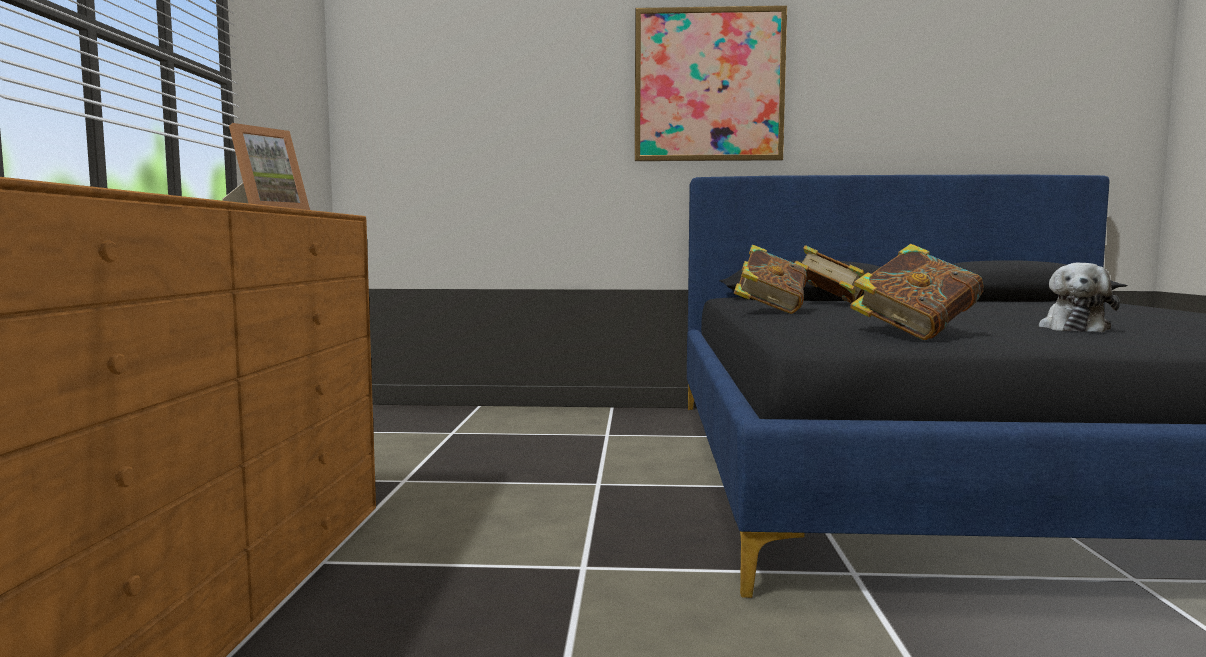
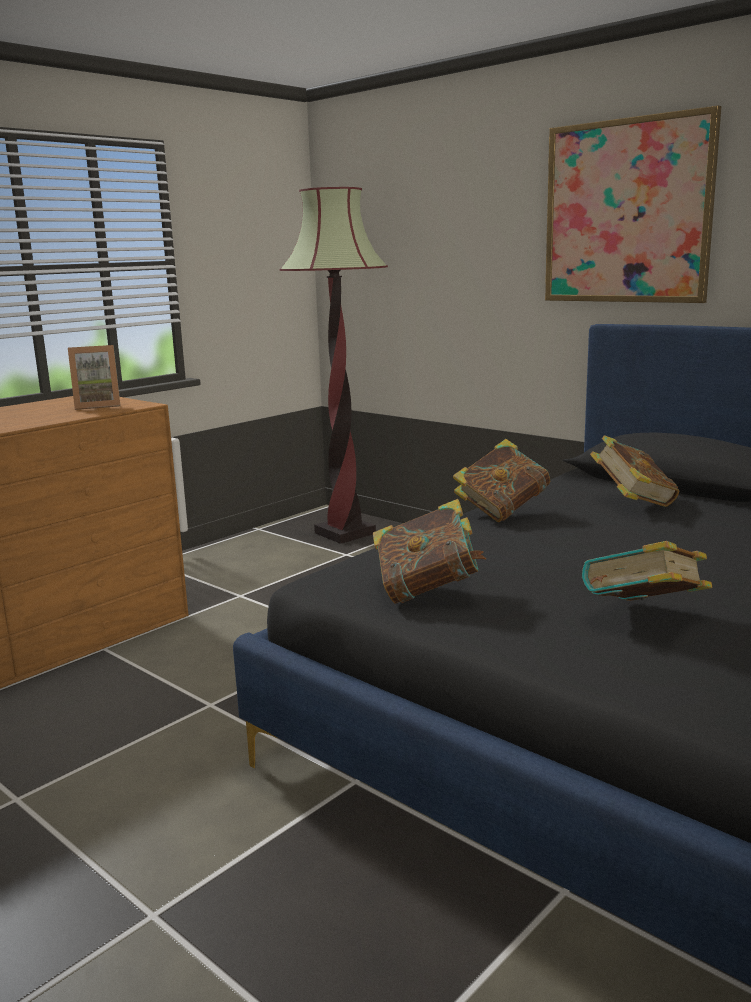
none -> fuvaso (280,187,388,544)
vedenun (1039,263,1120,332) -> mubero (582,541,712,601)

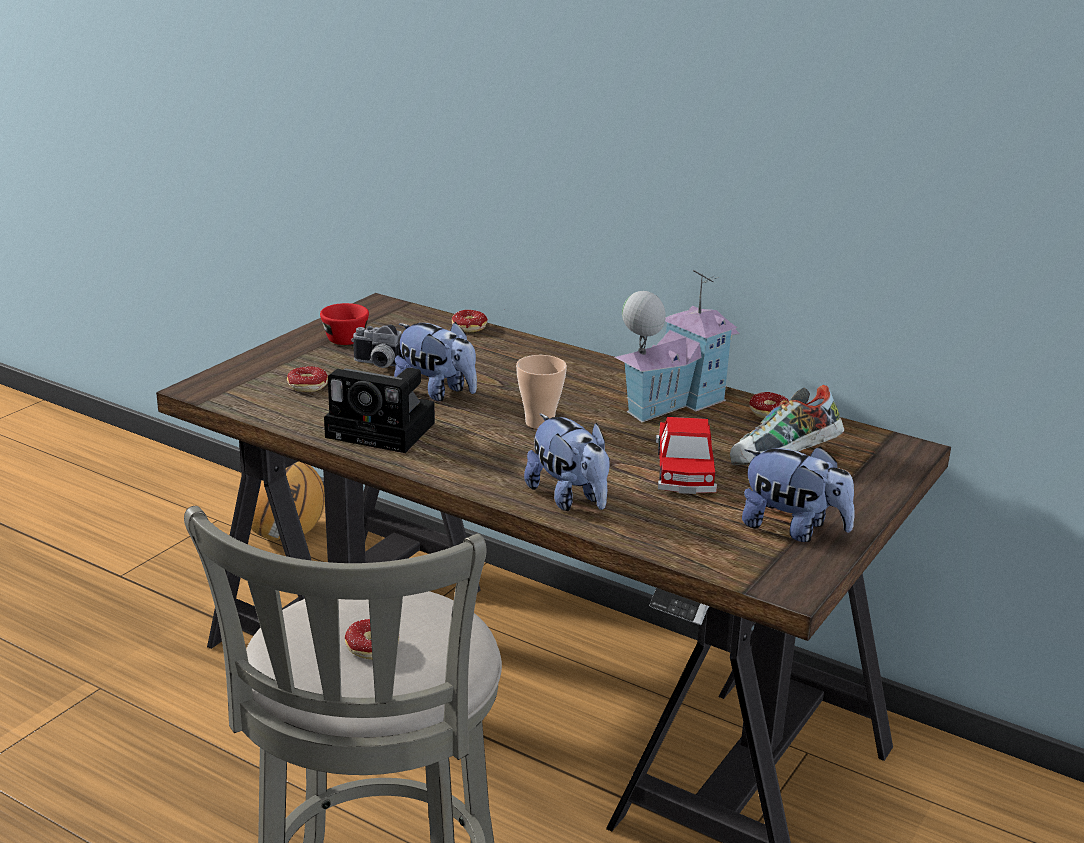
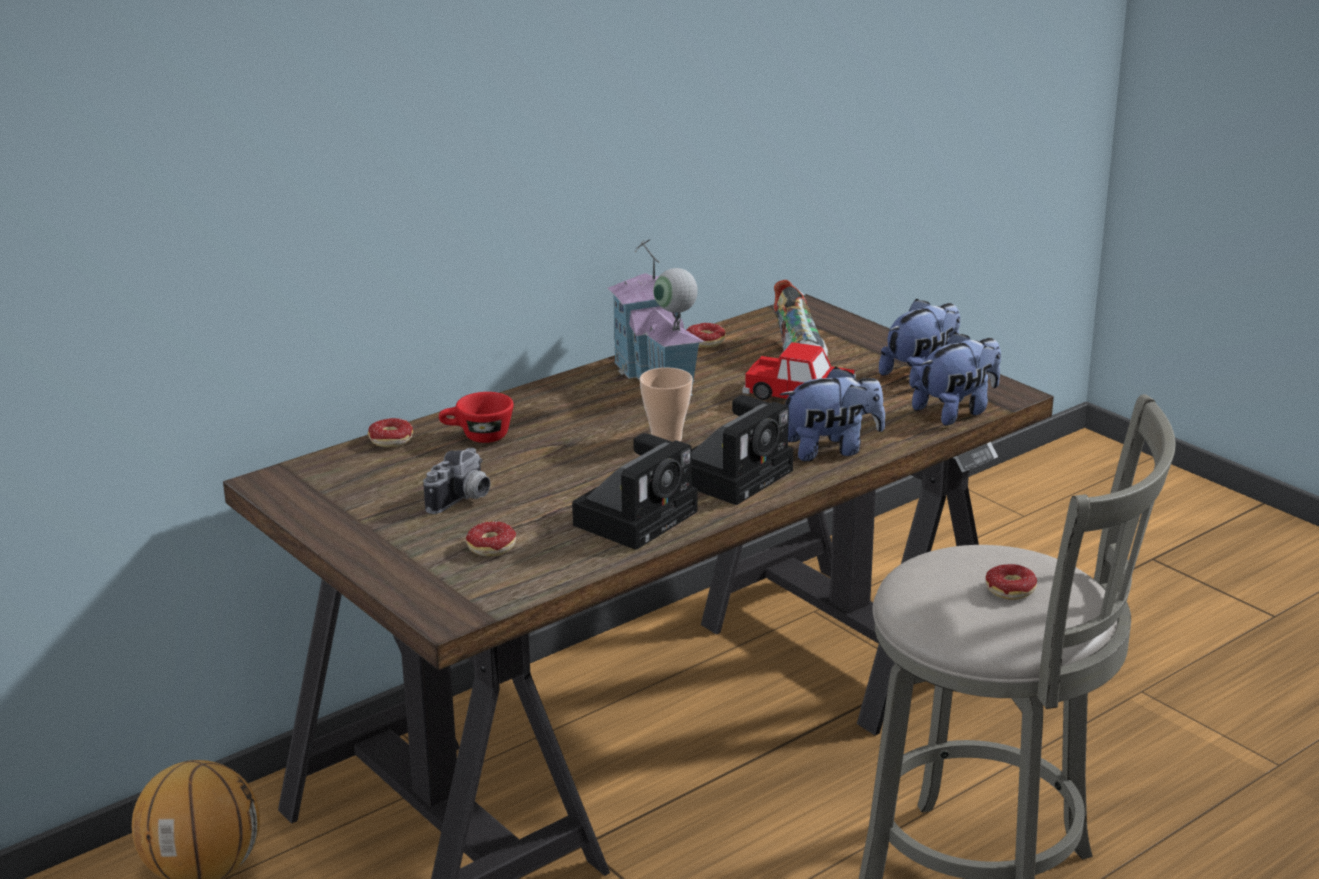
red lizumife (320,303,369,345) -> red lizumife (439,392,514,443), move
none -> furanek (692,395,793,505)
vedenun (394,322,477,401) -> vedenun (912,332,1001,426), move

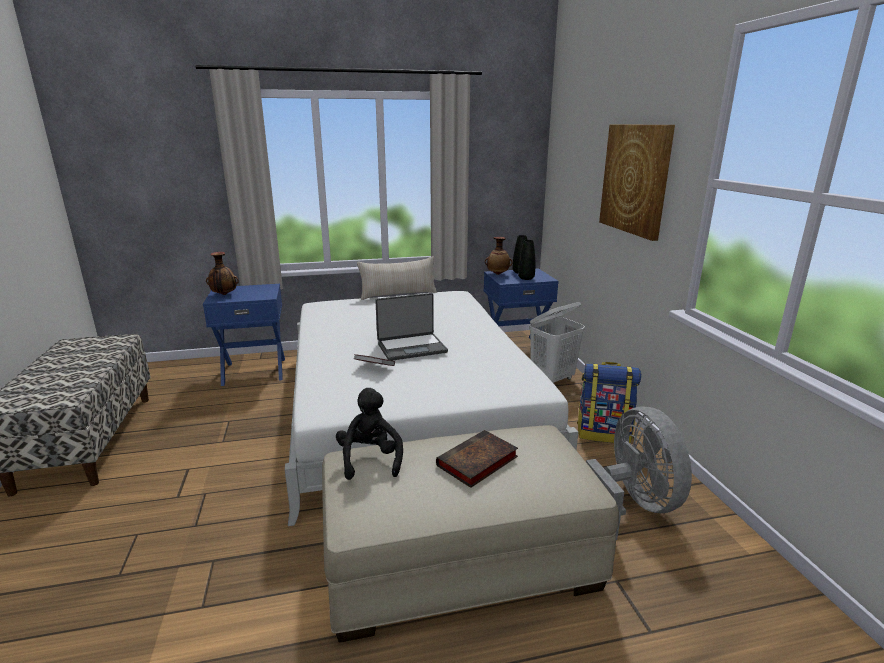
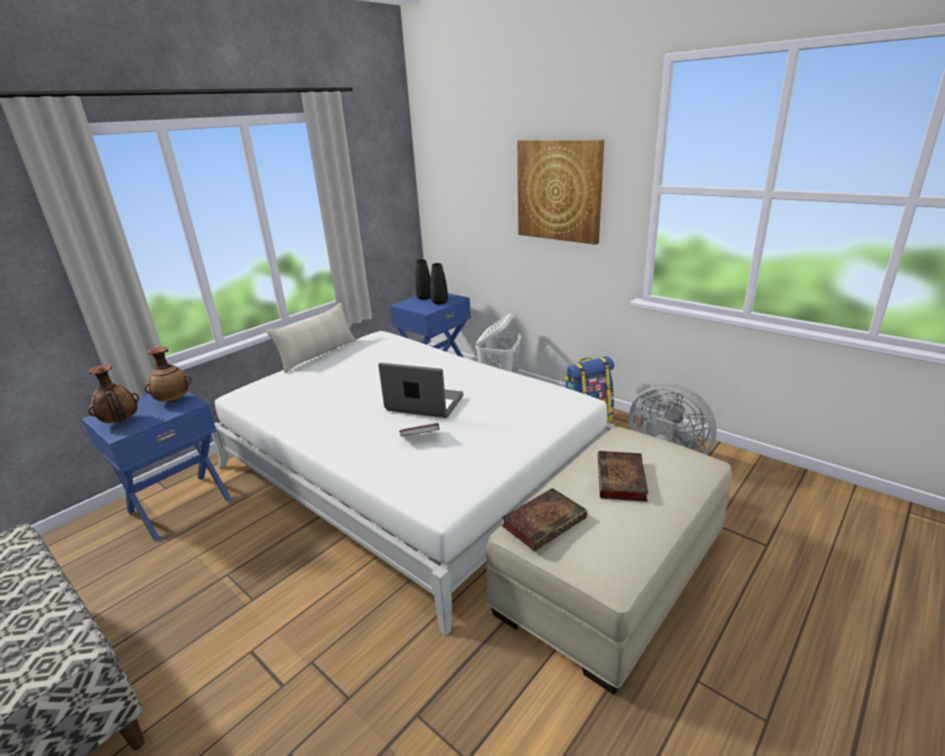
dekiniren (485,237,513,275) -> dekiniren (144,347,192,402), move
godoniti (375,293,448,361) -> godoniti (378,363,463,418), 105 degrees counterclockwise
black vedenun (336,388,403,480) -> mubero (501,488,587,551)

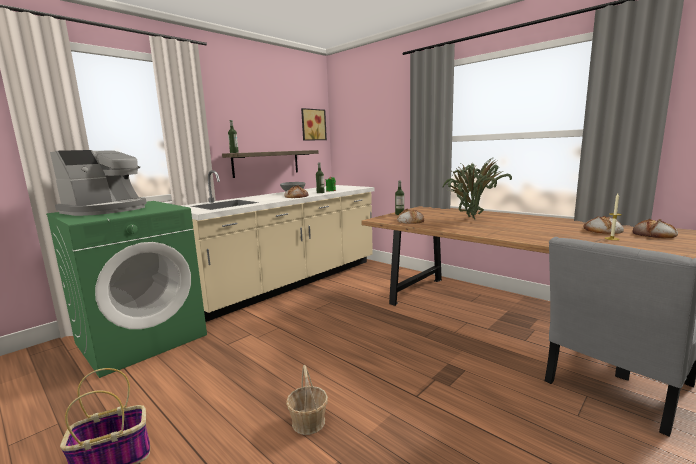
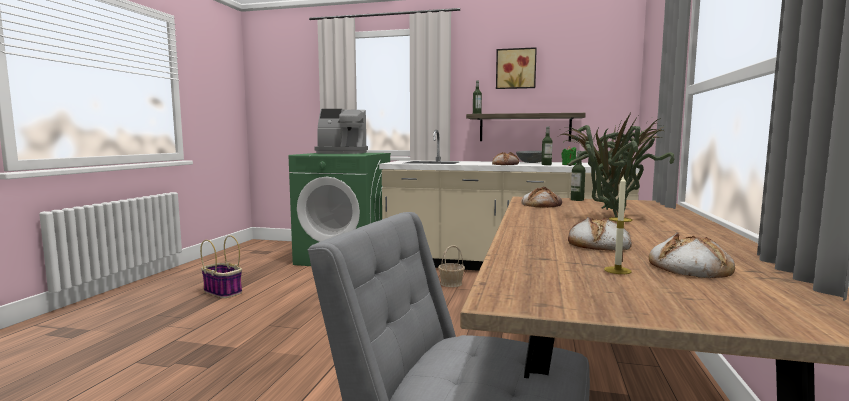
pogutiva (286,365,328,435) -> pogutiva (438,245,465,287), move
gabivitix (301,108,327,141) -> gabivitix (496,47,537,89), move
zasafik (633,219,678,238) -> zasafik (568,217,632,251), move

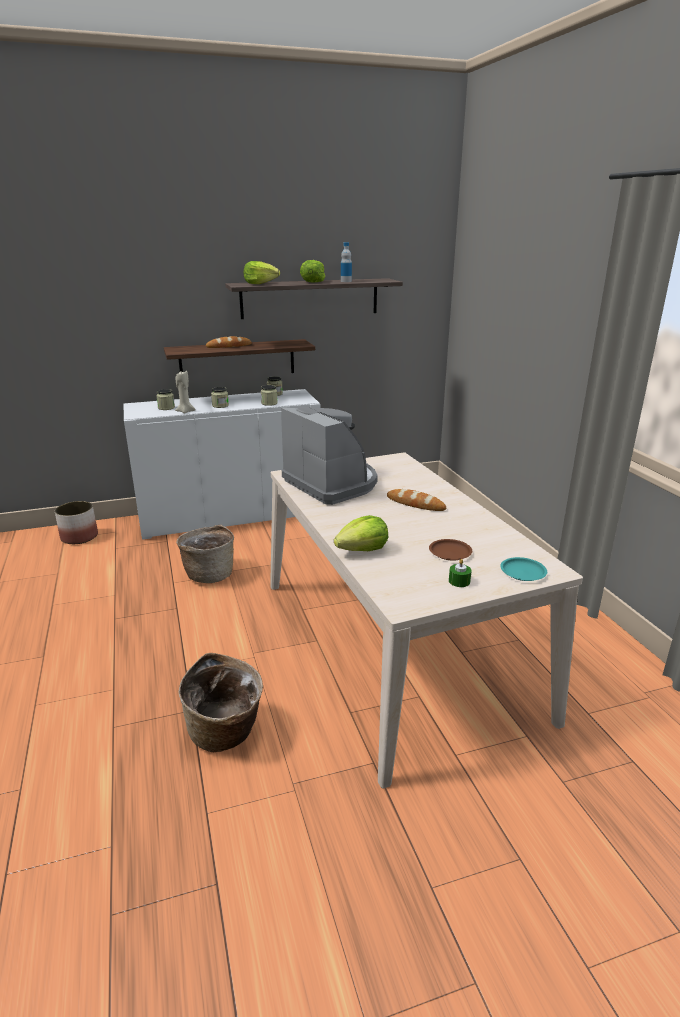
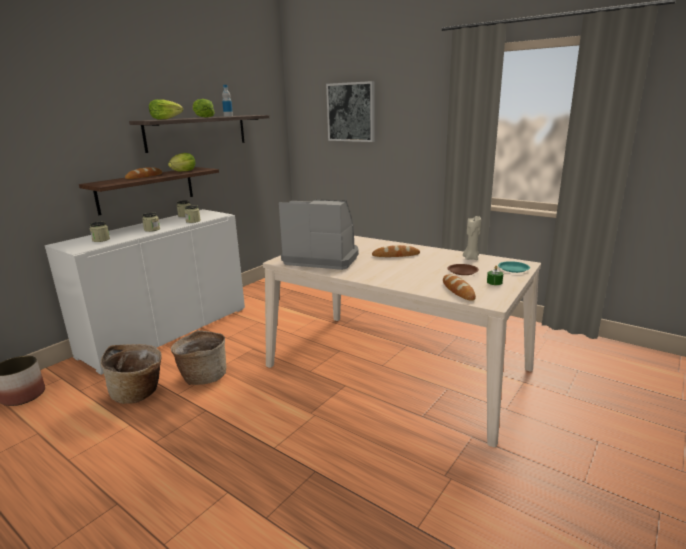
pogutiva (178,653,263,752) -> pogutiva (100,344,162,404), move
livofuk (334,515,388,551) -> livofuk (168,153,196,172), move
none -> gabivitix (326,81,375,142)
none -> zasafik (443,274,476,301)
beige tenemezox (175,371,196,414) -> beige tenemezox (463,216,481,260), move

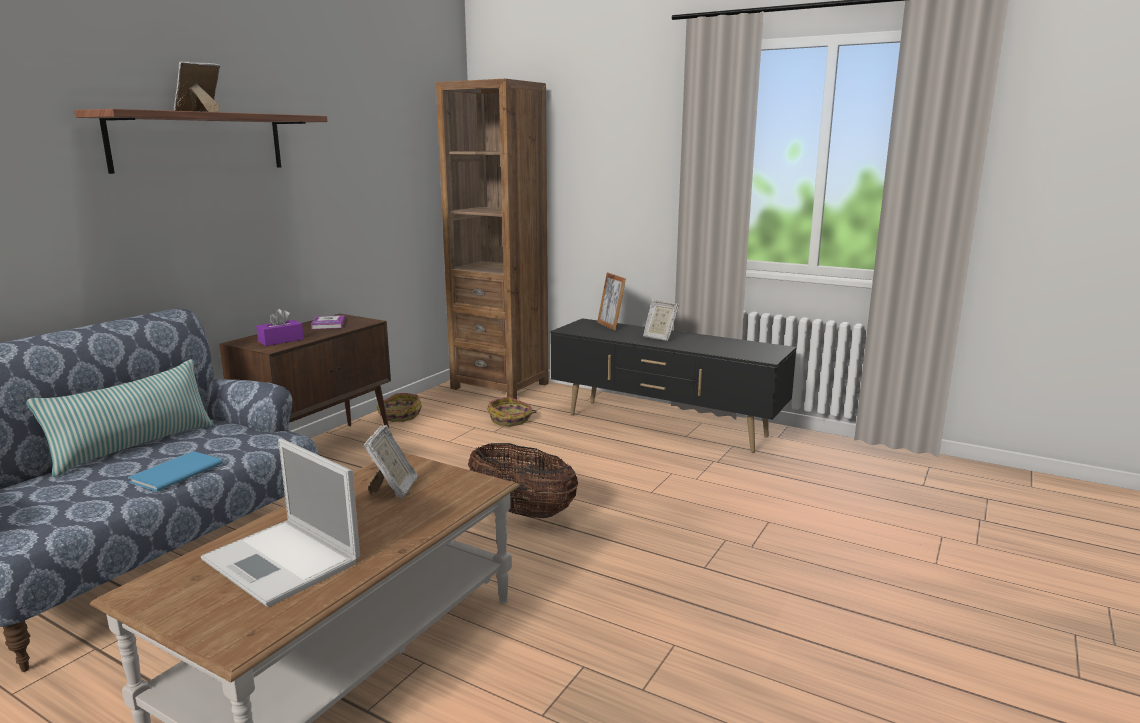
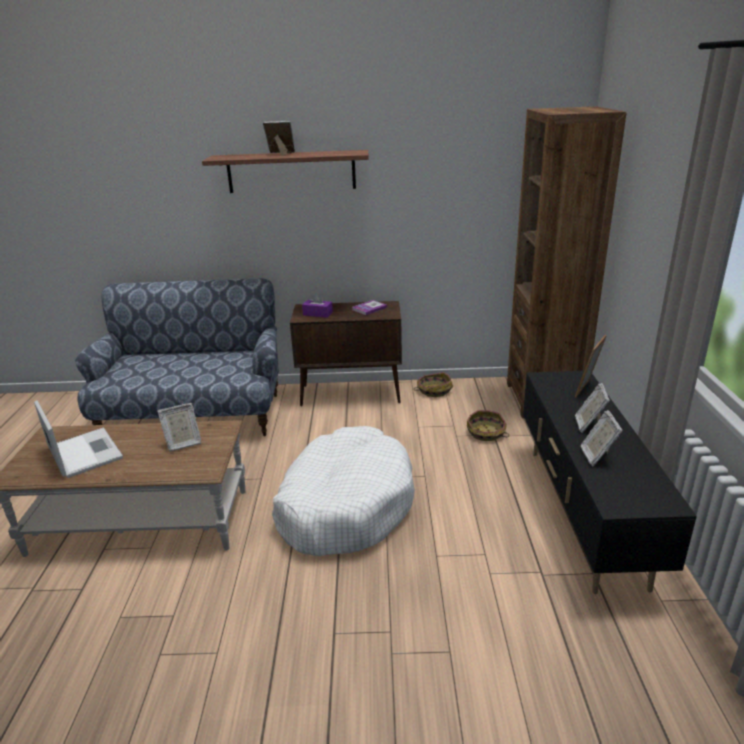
godoniti (201,439,360,607) -> godoniti (34,400,123,478), 135 degrees clockwise
pogutiva (468,443,578,518) -> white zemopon (272,426,415,556)
none -> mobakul (580,410,623,466)
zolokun (26,359,214,477) -> none
blue mubero (128,451,223,492) -> none

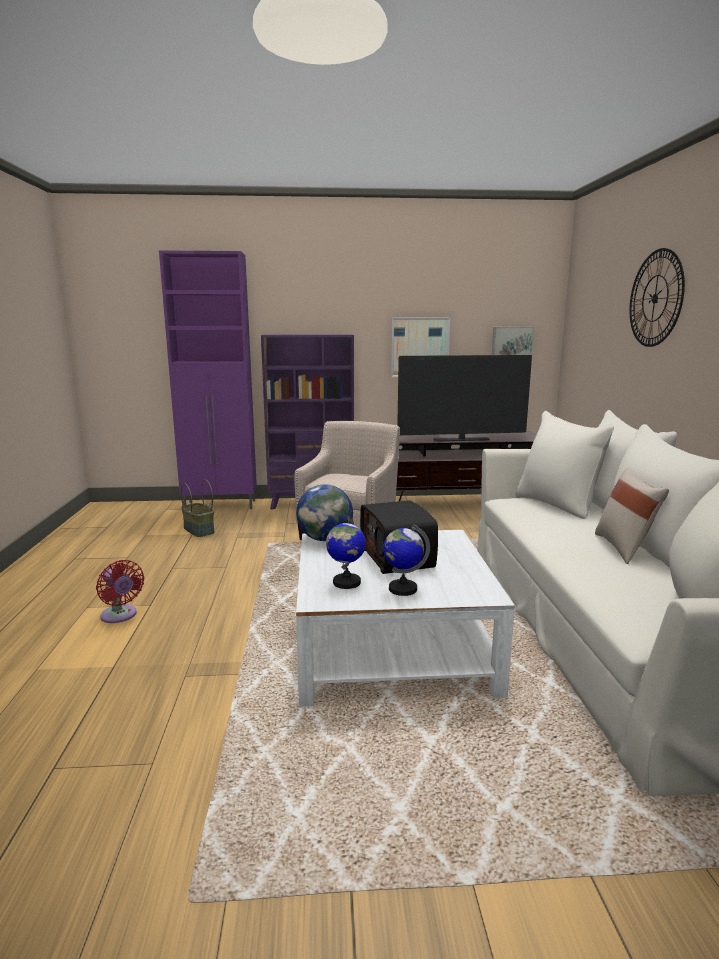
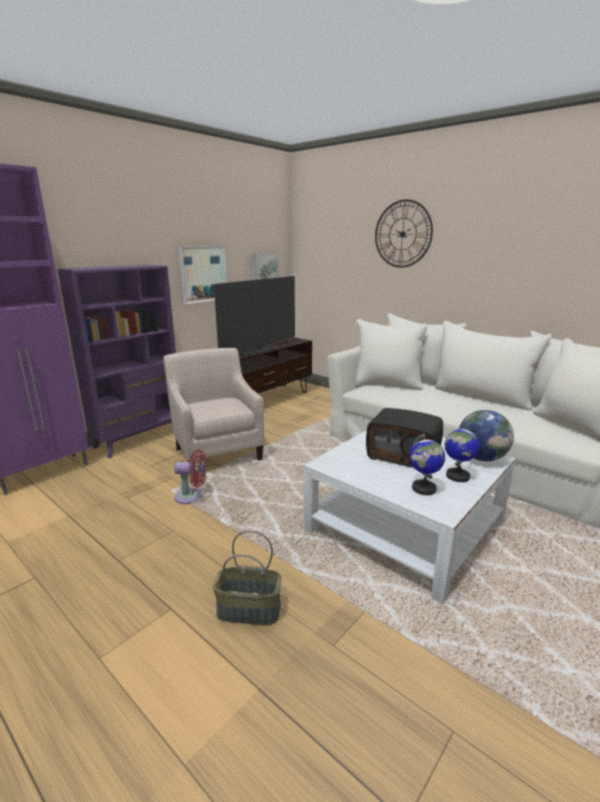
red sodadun (96,560,144,623) -> red sodadun (174,450,206,504), move
pogutiva (181,479,215,537) -> pogutiva (213,530,282,625), move
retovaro (296,484,353,541) -> retovaro (459,410,514,461), move
beige zolokun (595,467,669,564) -> none

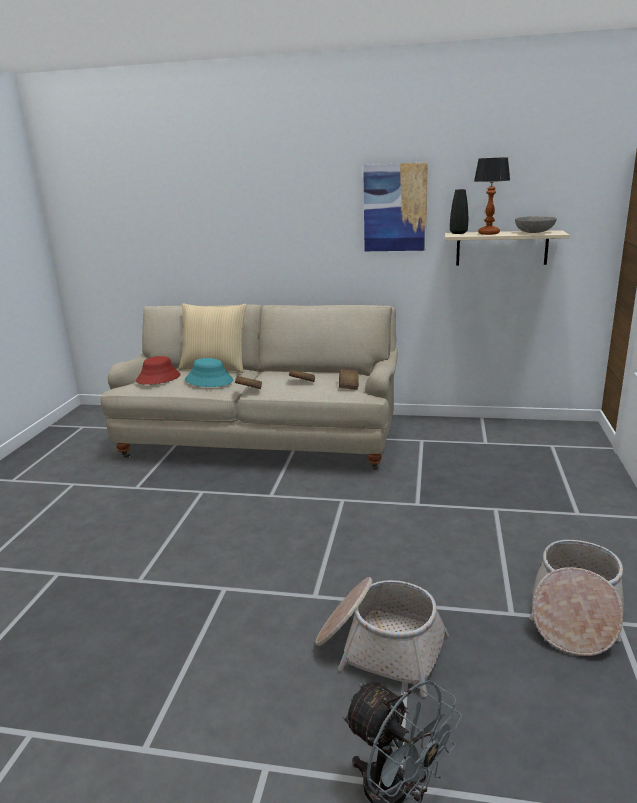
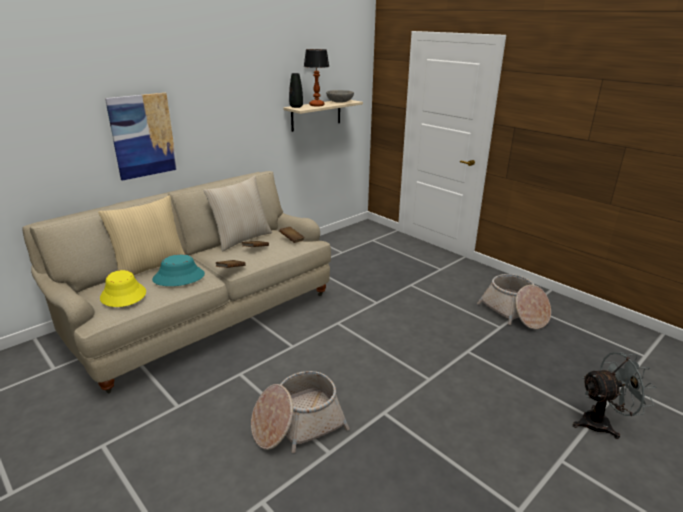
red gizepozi (136,356,180,385) -> yellow gizepozi (100,270,146,307)
gabivitix (363,162,428,251) -> gabivitix (105,93,177,181), move
none -> beige zolokun (203,176,272,251)
pogutiva (315,577,449,697) -> pogutiva (251,371,350,453), move

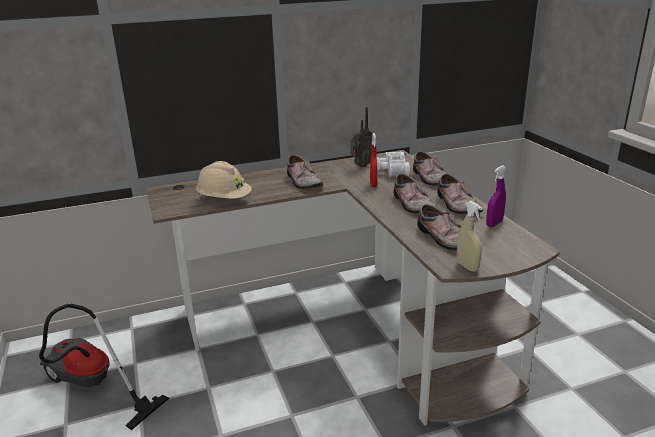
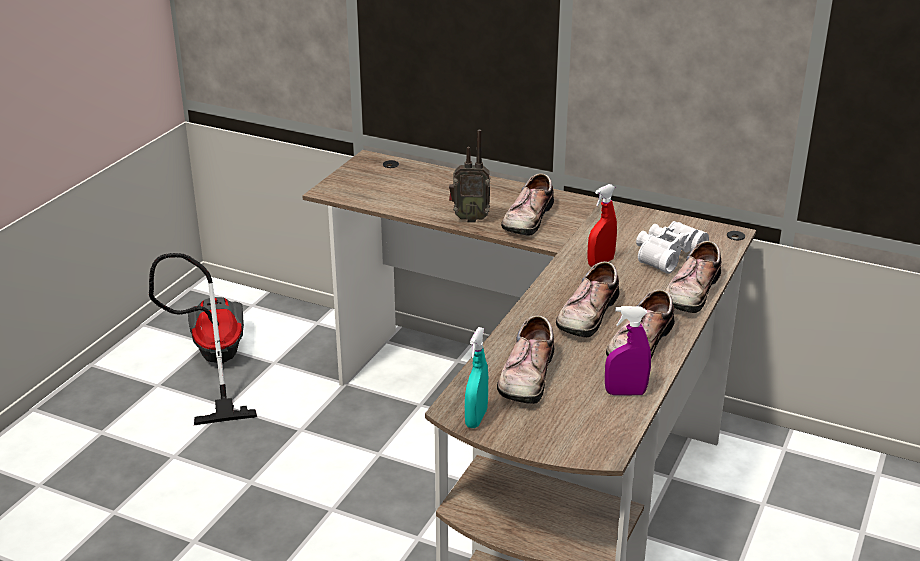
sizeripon (350,107,373,167) -> sizeripon (449,130,490,223), move
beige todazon (457,201,483,272) -> turquoise todazon (465,327,488,428)
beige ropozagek (196,161,252,199) -> none

